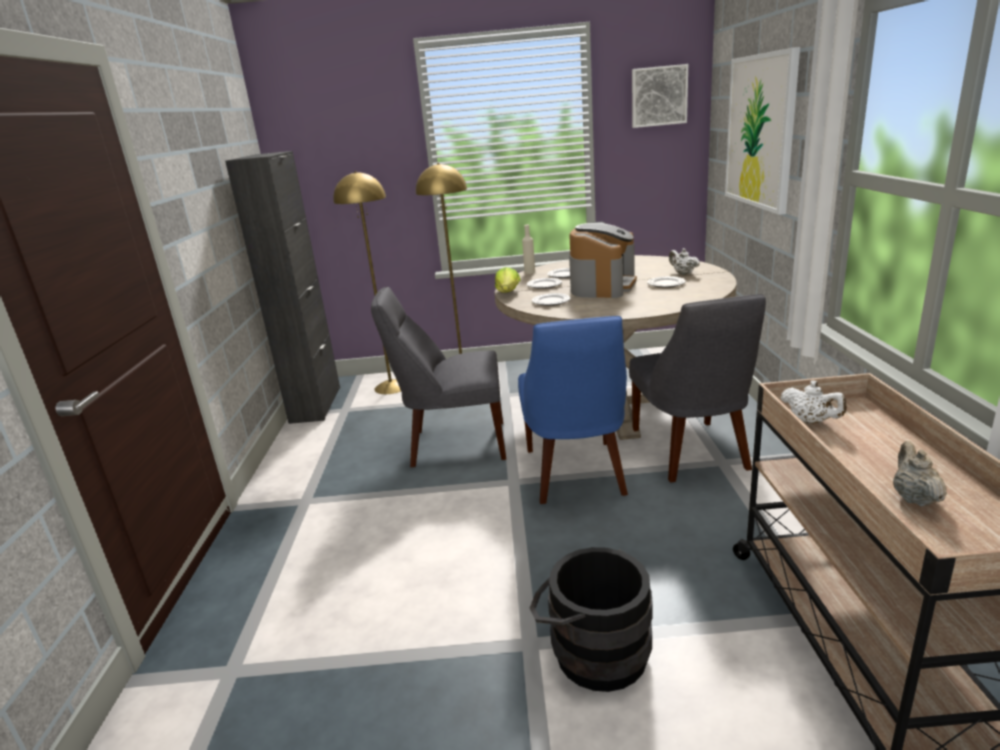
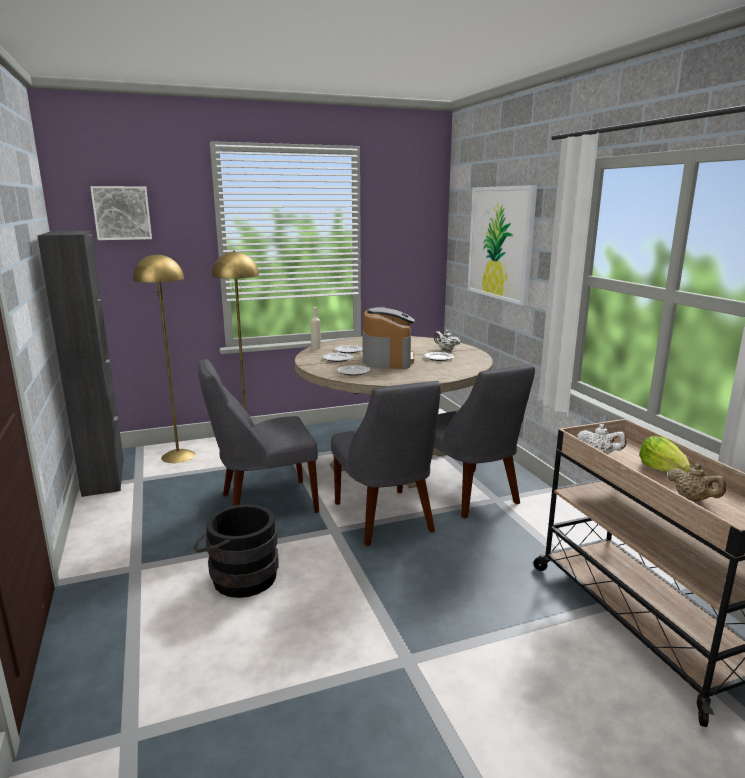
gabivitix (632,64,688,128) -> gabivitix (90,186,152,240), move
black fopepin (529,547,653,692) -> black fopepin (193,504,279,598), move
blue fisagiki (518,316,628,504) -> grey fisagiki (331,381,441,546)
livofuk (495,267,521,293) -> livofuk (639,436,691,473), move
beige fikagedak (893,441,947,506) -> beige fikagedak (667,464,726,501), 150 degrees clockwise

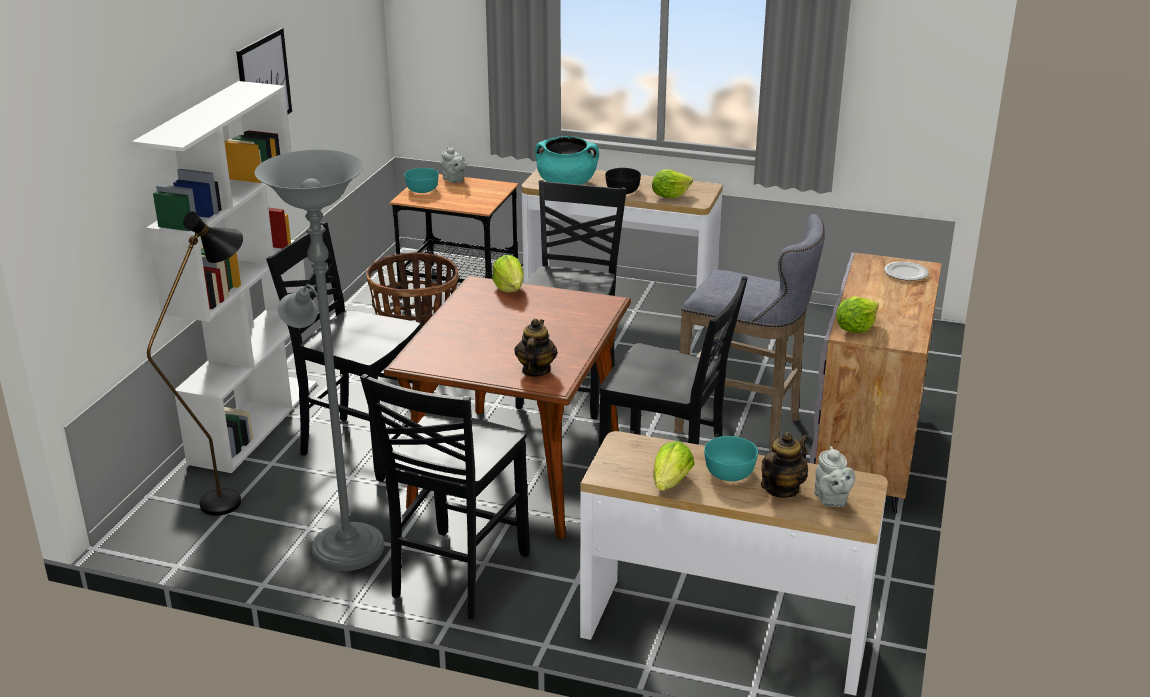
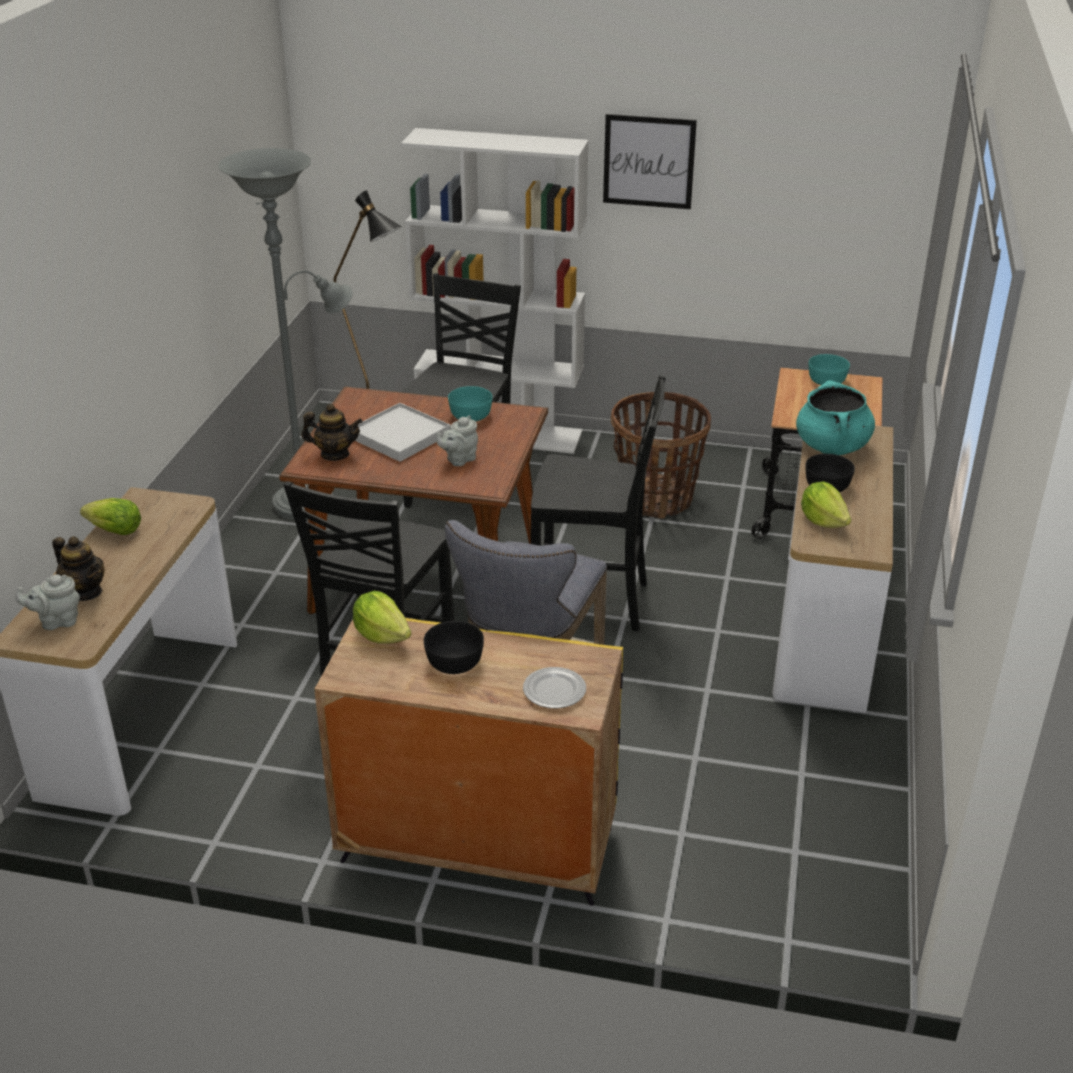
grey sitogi (809,252,942,513) -> yellow sitogi (315,618,623,906)
none -> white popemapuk (355,403,451,462)
none -> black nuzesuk (424,621,484,674)
grey fikagedak (441,147,467,183) -> grey fikagedak (437,416,478,466), move
turquoise nuzesuk (704,436,758,481) -> turquoise nuzesuk (448,386,492,422), move
black fisagiki (360,374,530,619) -> none
livofuk (492,255,524,293) -> none

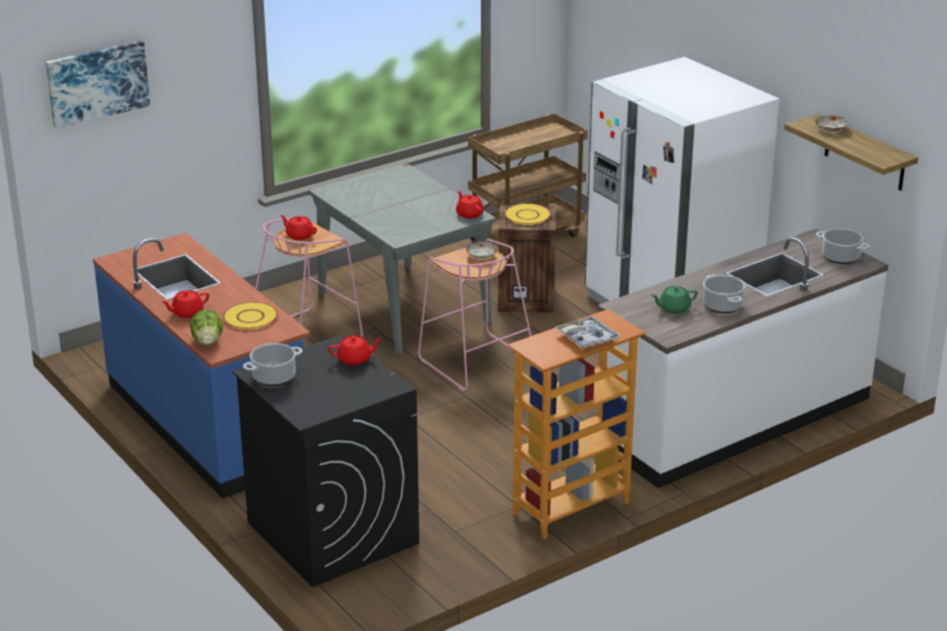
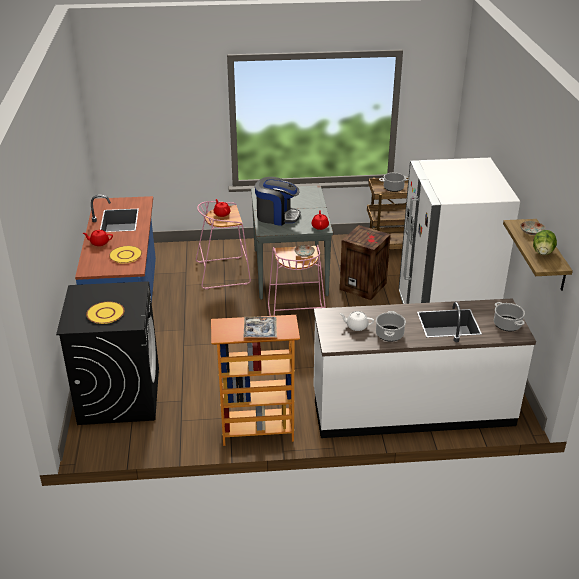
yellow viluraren (505,204,551,225) -> yellow viluraren (86,302,124,324), move
none -> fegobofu (255,177,301,226)
green fikagedak (651,286,698,314) -> white fikagedak (339,311,374,331)
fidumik (243,343,302,386) -> fidumik (379,172,409,192), move
livofuk (190,309,223,345) -> livofuk (533,230,557,255), move
gabivitix (46,41,150,128) -> none
red fikagedak (328,336,382,365) -> none

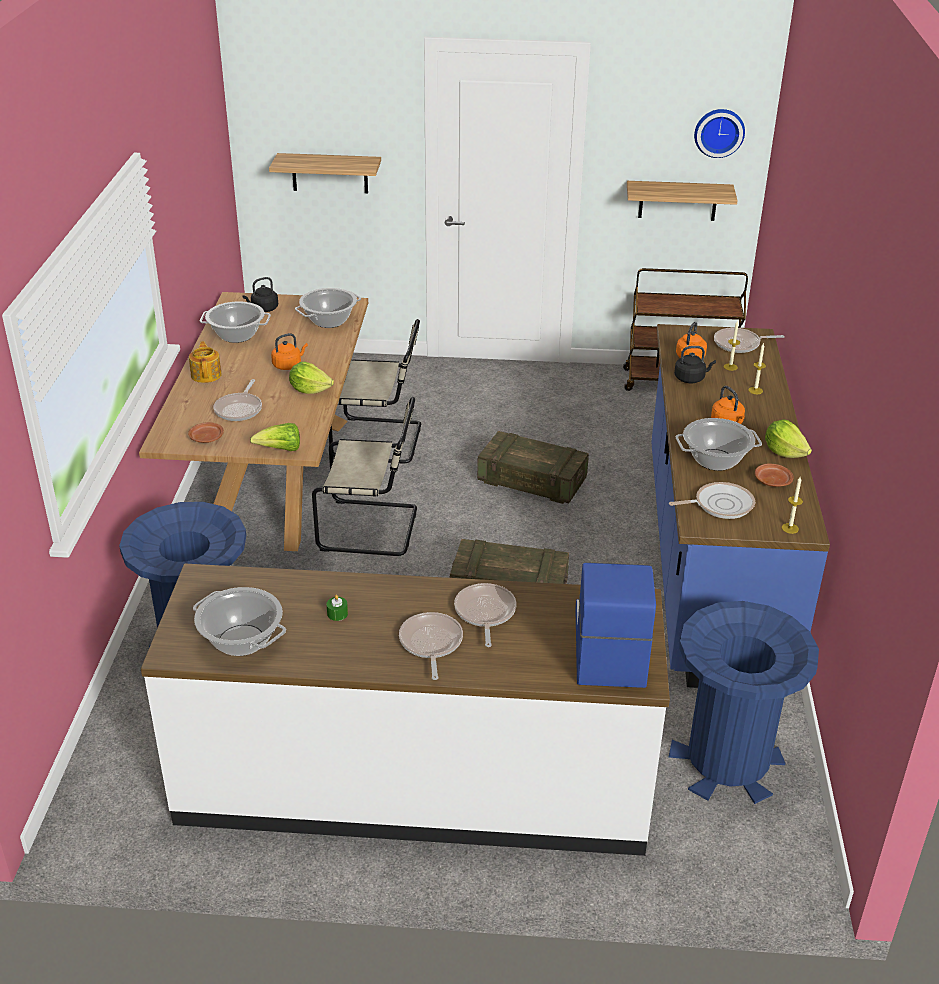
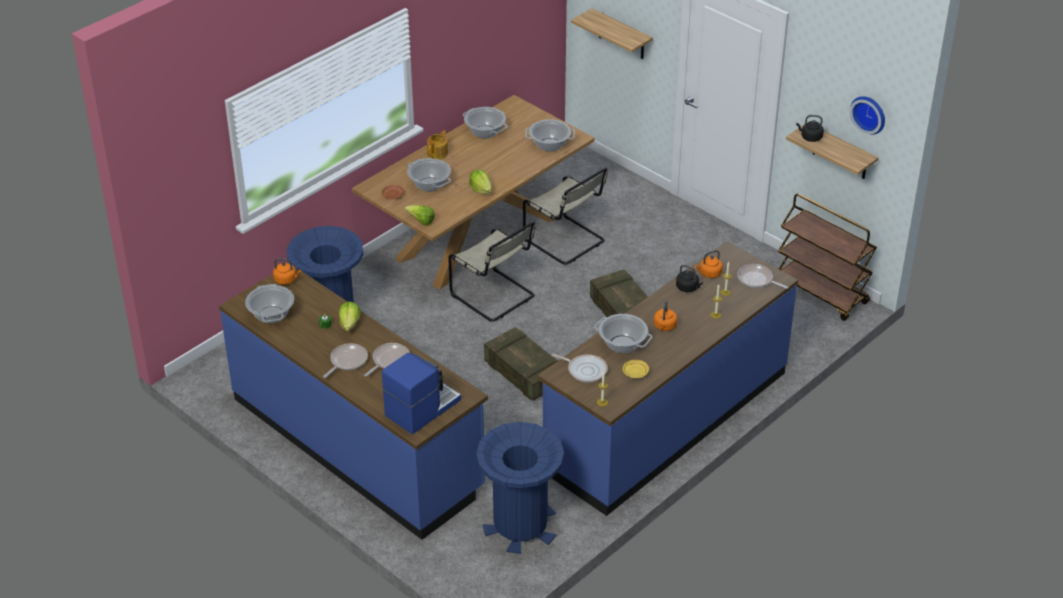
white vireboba (141,564,670,856) -> blue vireboba (219,266,488,540)
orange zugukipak (271,333,308,370) -> orange zugukipak (273,258,301,285), move
livofuk (765,419,812,458) -> livofuk (339,301,361,331), move
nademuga (213,379,262,421) -> fidumik (407,158,451,192)
brown viluraren (755,464,793,487) -> yellow viluraren (623,360,649,379)
black zugukipak (243,277,278,312) -> black zugukipak (796,115,824,142), move

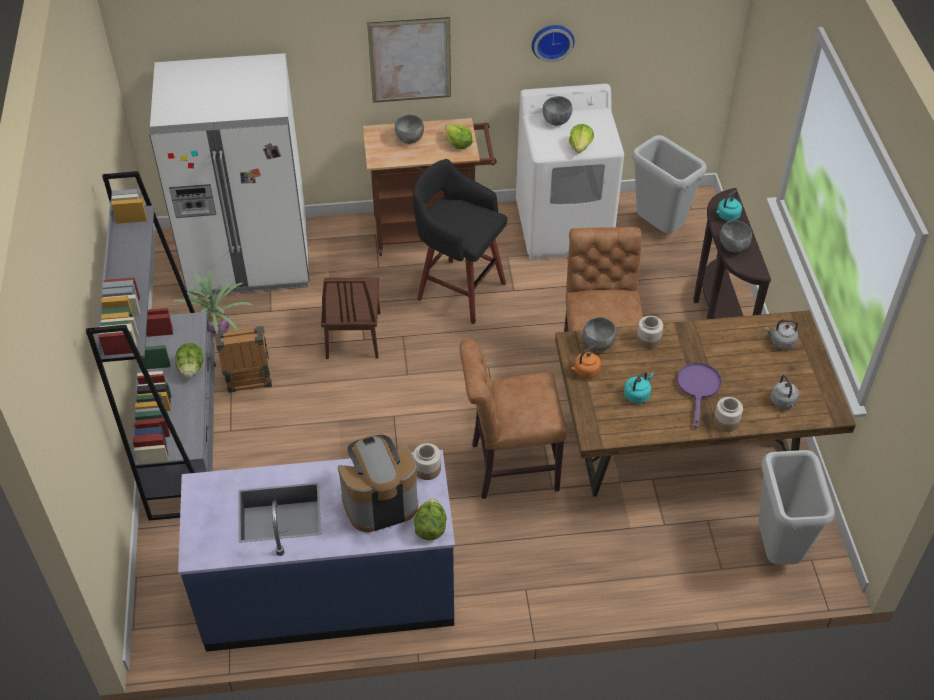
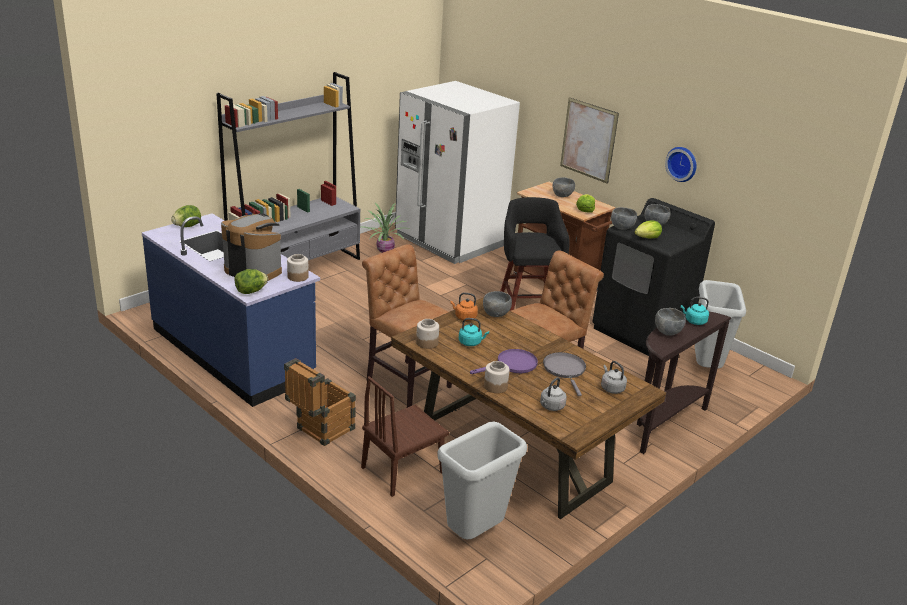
livofuk (175,343,203,378) -> livofuk (171,205,201,227), move
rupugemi (215,326,272,393) -> rupugemi (284,358,356,446), move
brown fisagiki (321,277,380,359) -> brown fisagiki (361,376,449,497), move
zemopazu (636,316,663,349) -> zemopazu (416,319,439,349), move
none -> grey nademuga (543,352,586,396)
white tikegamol (516,84,624,260) -> black tikegamol (592,198,715,356)
none -> grey nuzesuk (611,207,637,230)

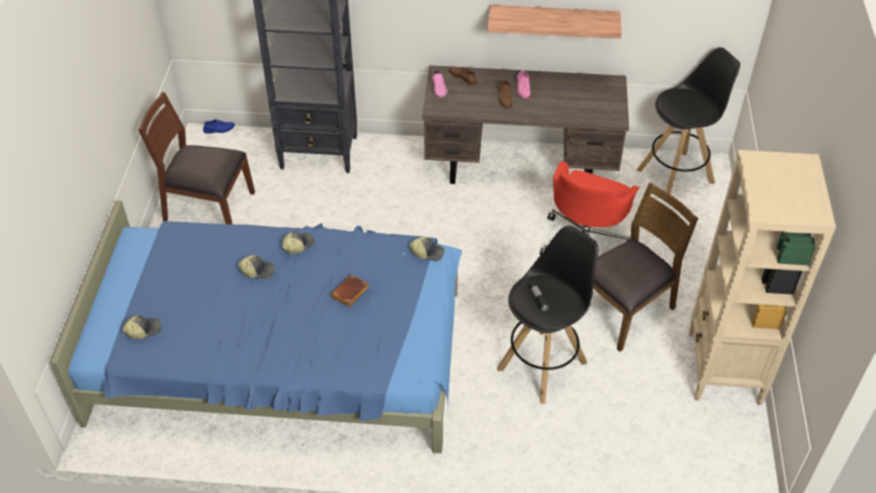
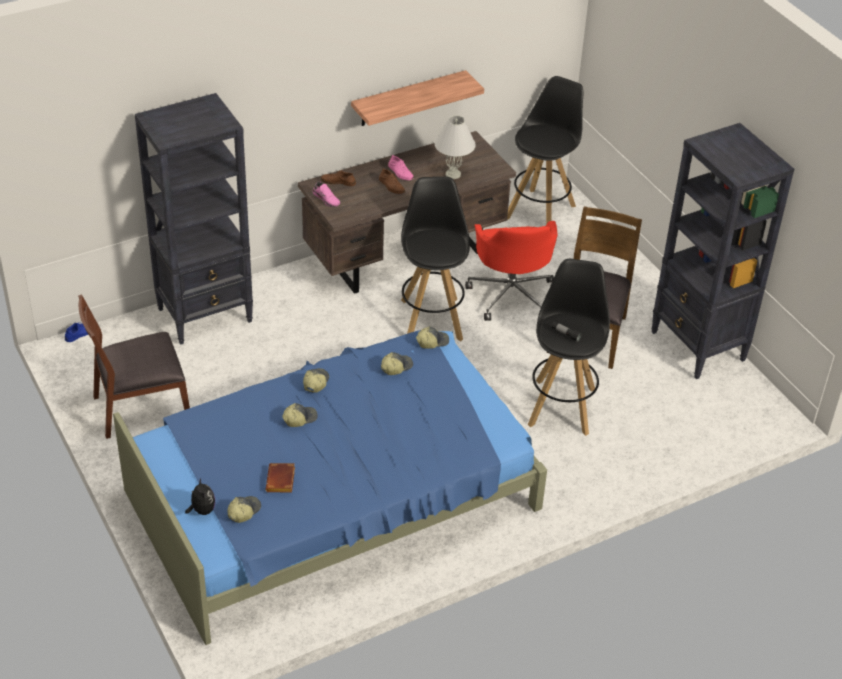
none -> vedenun (185,478,215,515)
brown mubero (330,274,369,307) -> brown mubero (266,463,295,492), move
none -> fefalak (381,352,413,375)
none -> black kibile (401,177,470,342)
none -> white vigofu (435,115,476,179)
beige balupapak (689,150,836,405) -> black balupapak (651,123,794,379)

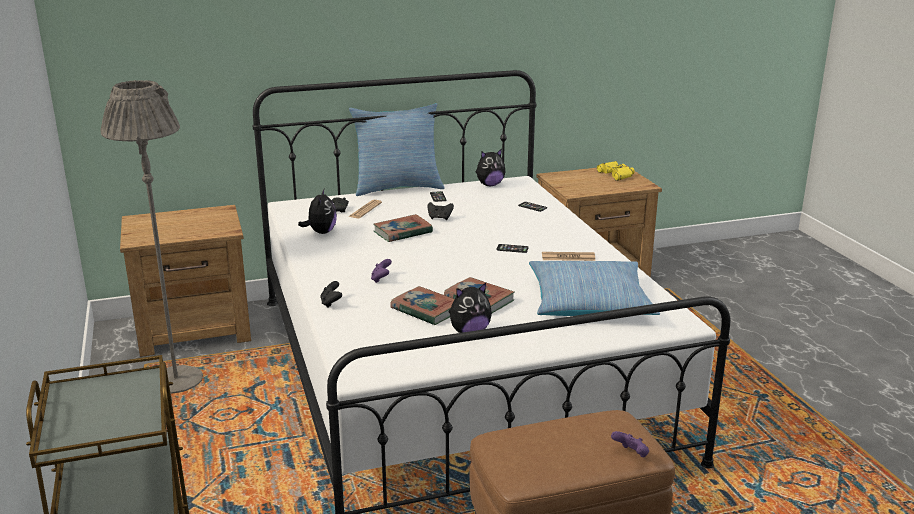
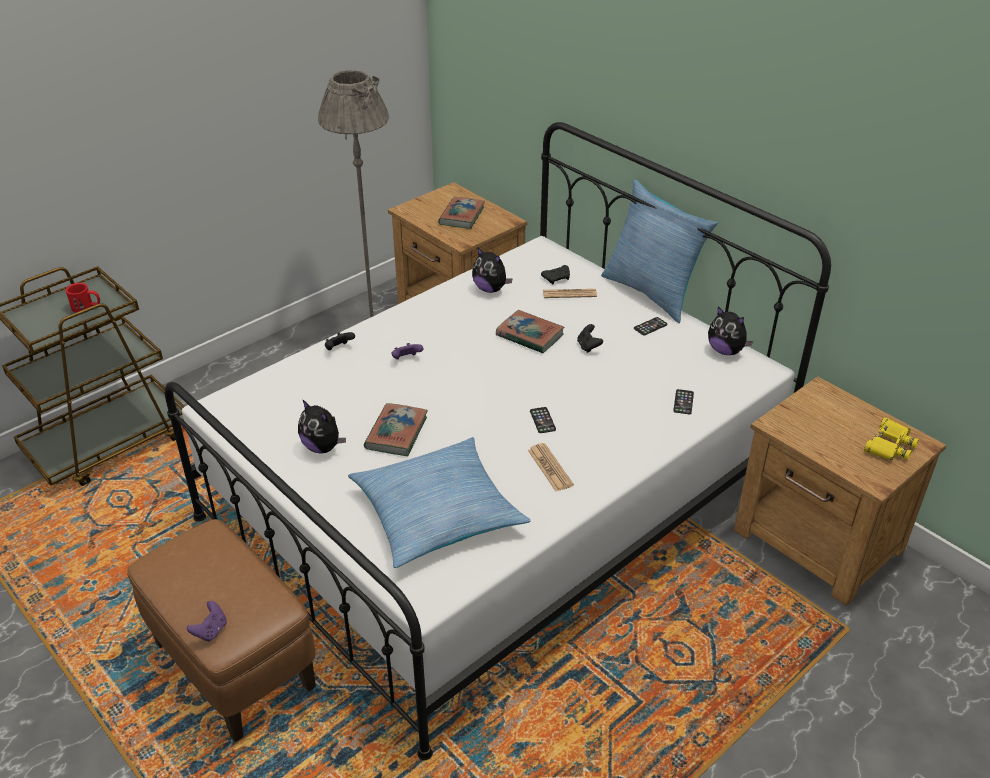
none -> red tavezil (66,283,100,313)
mubero (390,286,454,325) -> mubero (438,197,485,229), move
vedenun (298,189,337,234) -> vedenun (472,248,513,293), 60 degrees clockwise

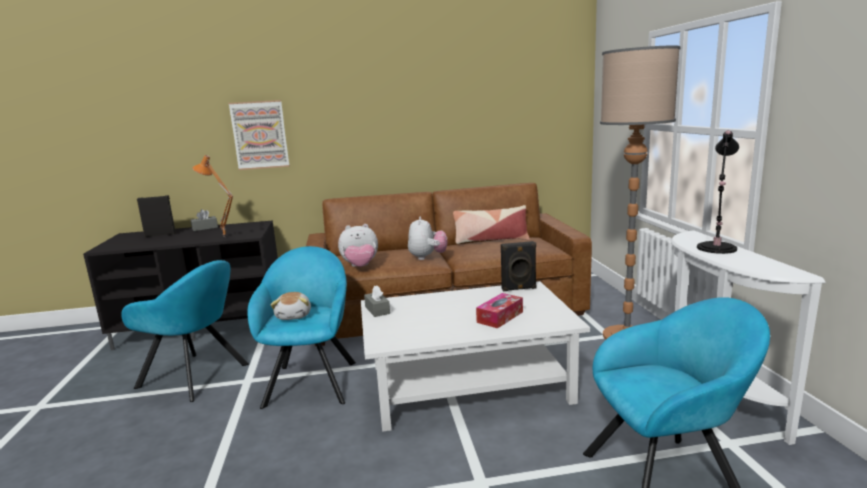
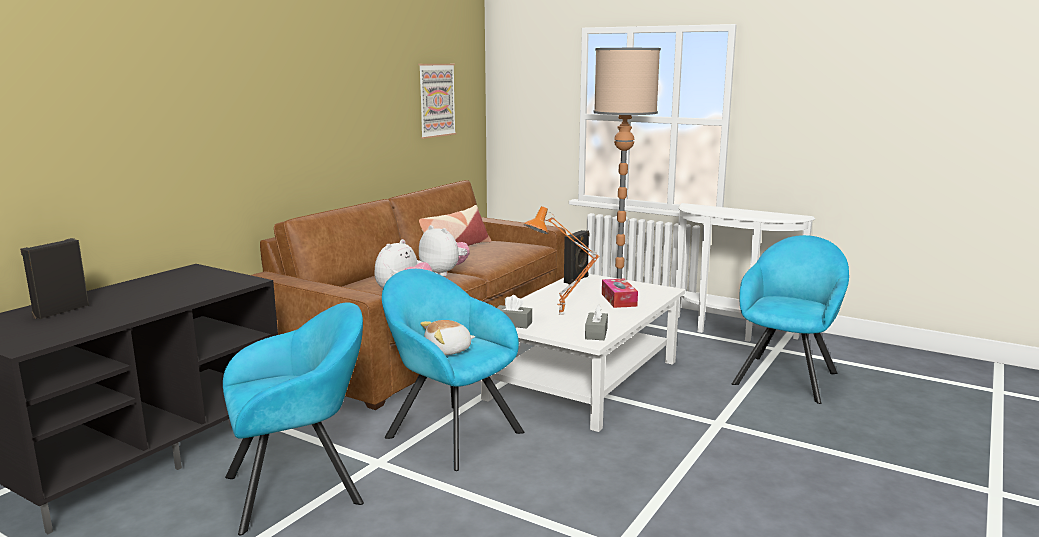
gabivitix (229,100,289,170) -> gabivitix (418,64,456,139), move
vedenun (271,292,311,320) -> vedenun (420,320,475,355), 120 degrees clockwise
orange vigofu (192,155,233,237) -> orange vigofu (524,206,600,315), move
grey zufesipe (191,209,218,231) -> grey zufesipe (585,304,608,340), move
black vigofu (697,130,739,254) -> none

